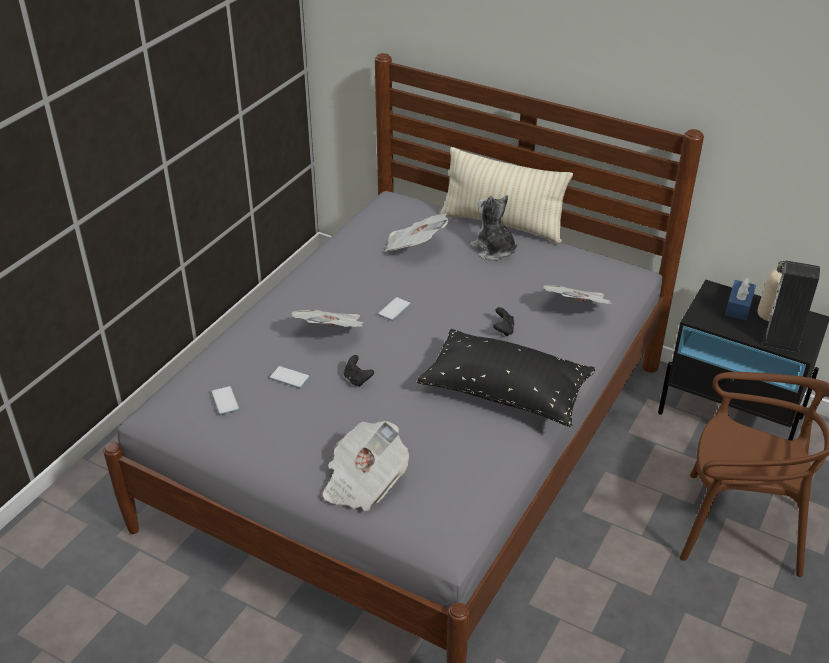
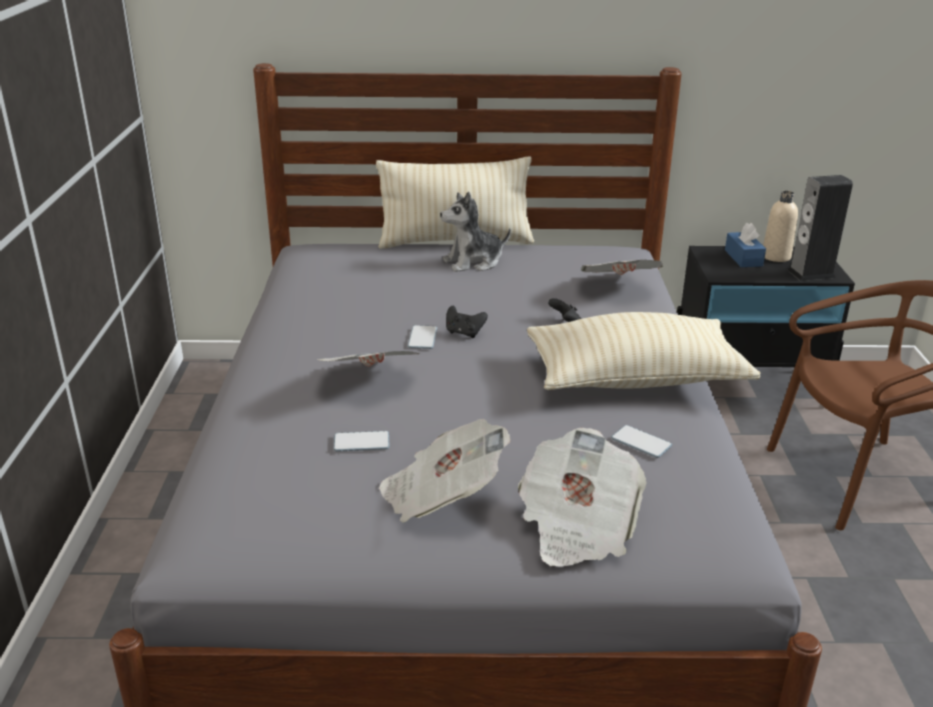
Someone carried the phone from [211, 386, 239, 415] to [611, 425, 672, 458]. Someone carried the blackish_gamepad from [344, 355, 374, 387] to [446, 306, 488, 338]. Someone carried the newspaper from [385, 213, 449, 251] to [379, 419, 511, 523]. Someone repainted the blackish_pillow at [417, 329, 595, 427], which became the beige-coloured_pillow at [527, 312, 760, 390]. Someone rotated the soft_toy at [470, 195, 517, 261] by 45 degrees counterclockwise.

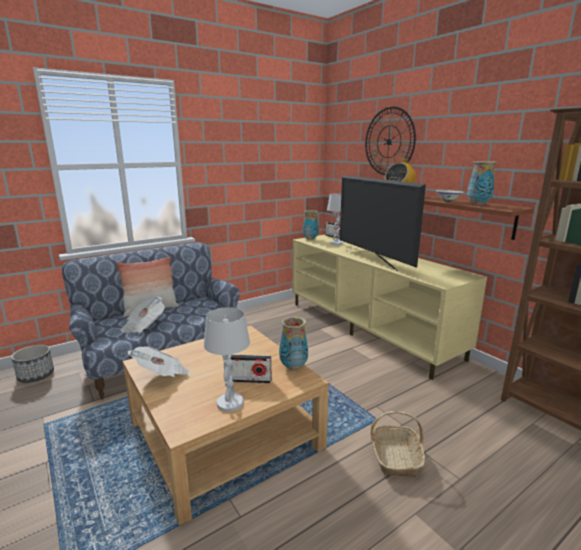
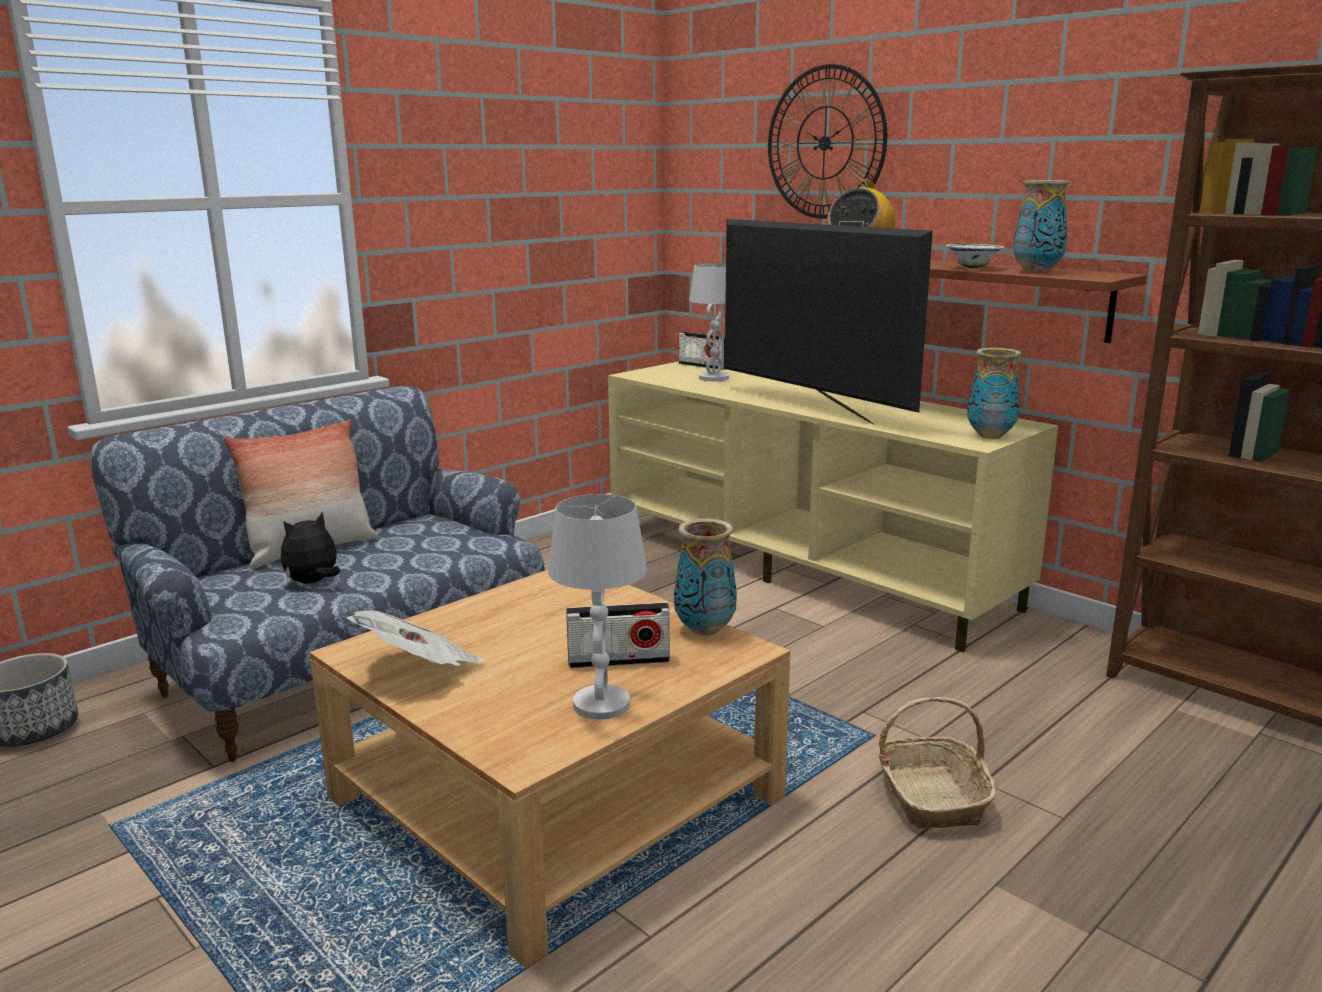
Someone carried the flower_vase from [303, 210, 319, 240] to [967, 348, 1021, 439]. Someone swapped the newspaper at [121, 297, 165, 333] for the soft_toy at [281, 511, 340, 584].

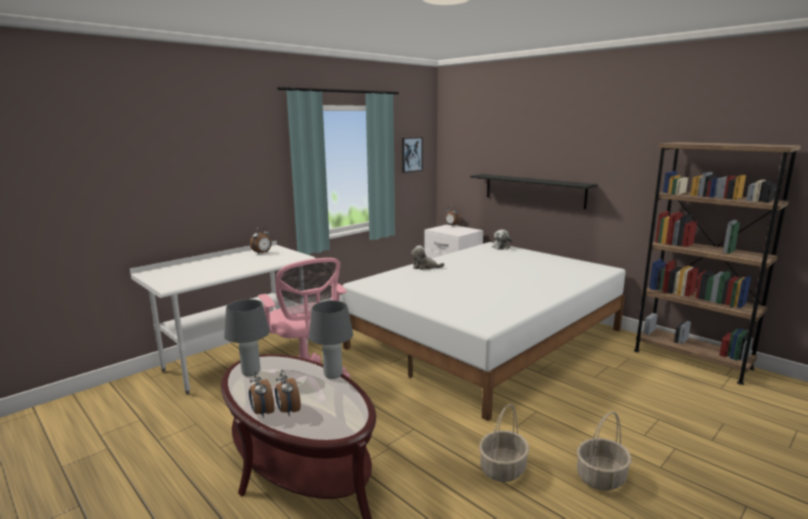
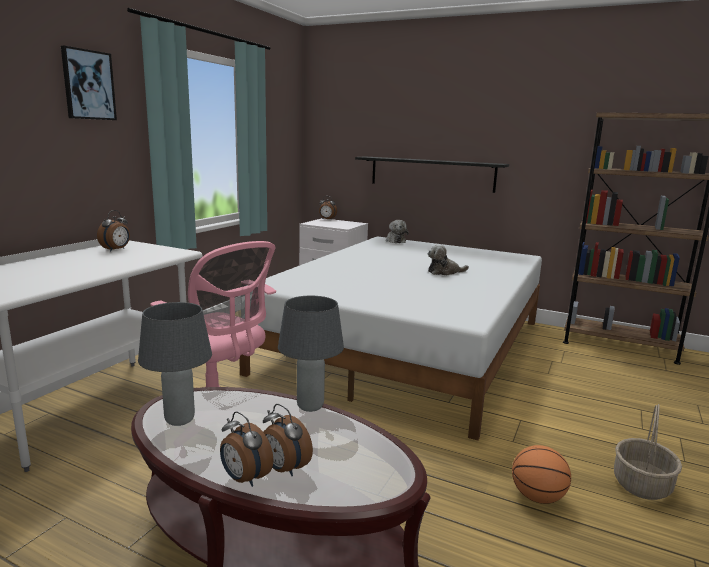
Someone carried the picture from [402, 137, 423, 173] to [61, 46, 117, 120]. Someone carried the soft_toy from [411, 245, 445, 270] to [428, 244, 469, 275]. Someone swapped the basket at [479, 404, 529, 482] for the basketball at [512, 445, 571, 504].

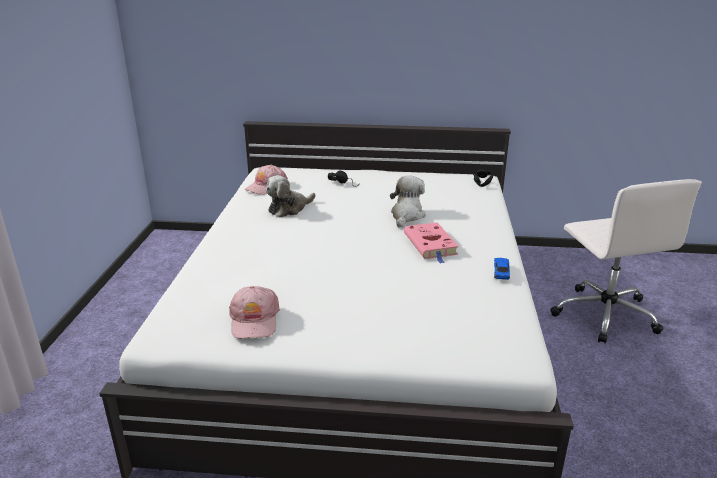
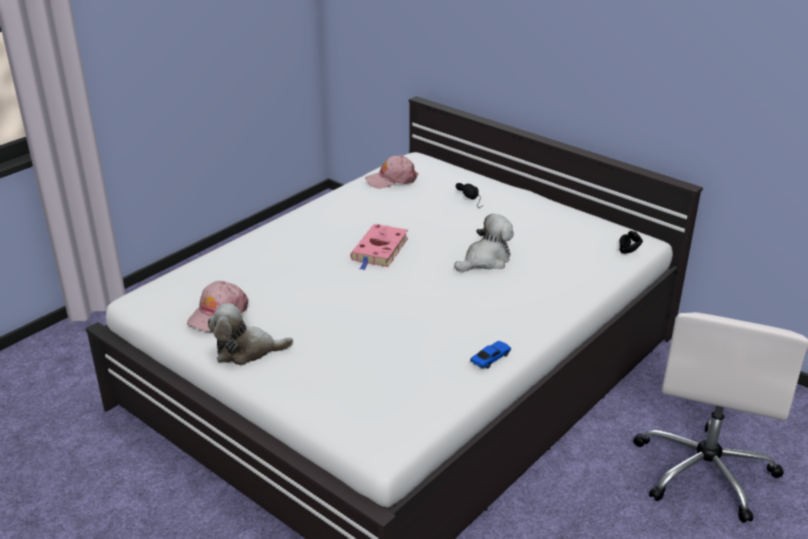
Someone carried the soft_toy from [266, 175, 316, 218] to [208, 303, 293, 365]. Someone carried the pink_book from [404, 222, 459, 264] to [350, 224, 408, 270].

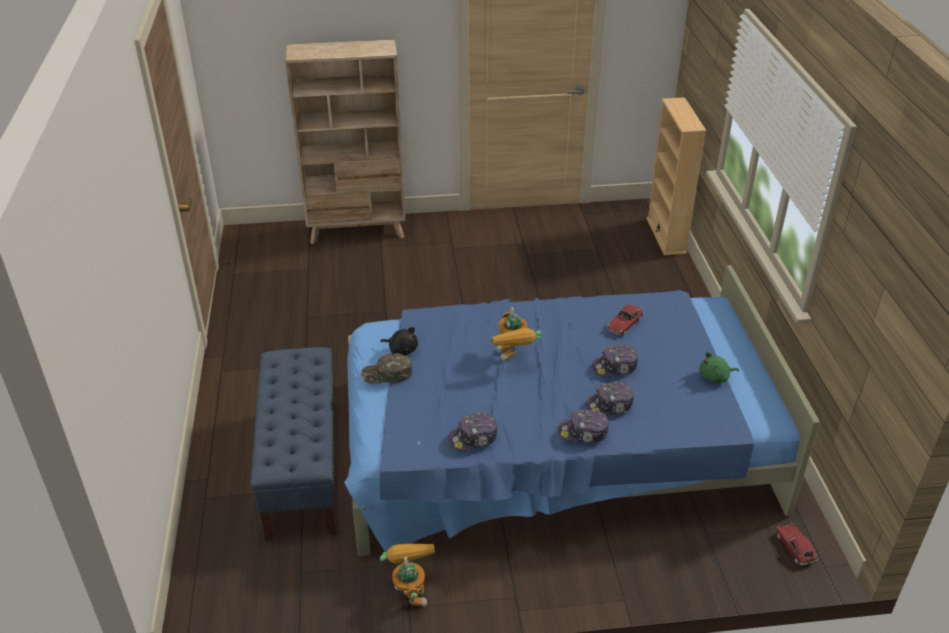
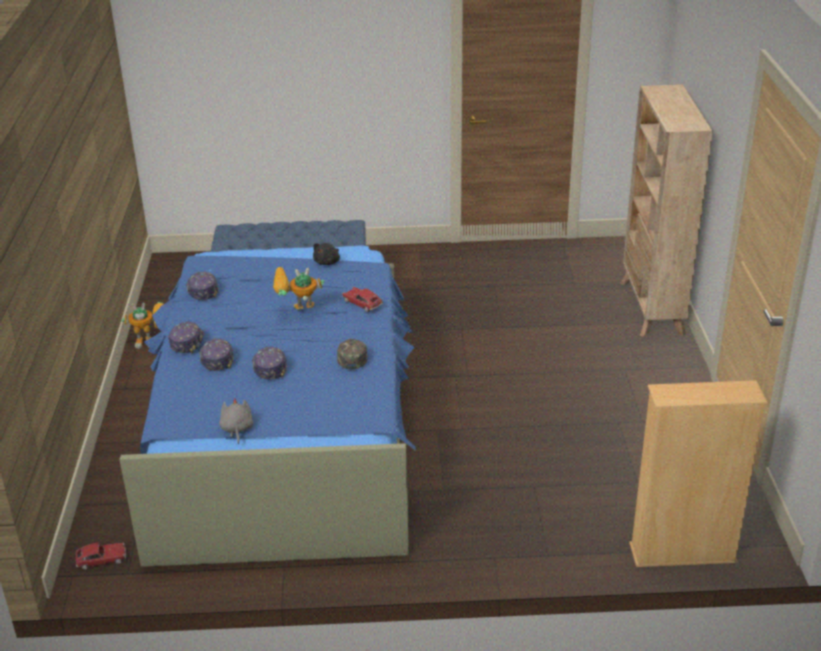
Someone carried the green-coloured_peaked_cap from [361, 353, 412, 383] to [337, 339, 368, 369]. Someone carried the toy_car from [607, 304, 643, 336] to [342, 287, 383, 312]. Someone repainted the green-coloured_soft_toy at [700, 352, 739, 383], which became the greyish_soft_toy at [219, 398, 253, 444].

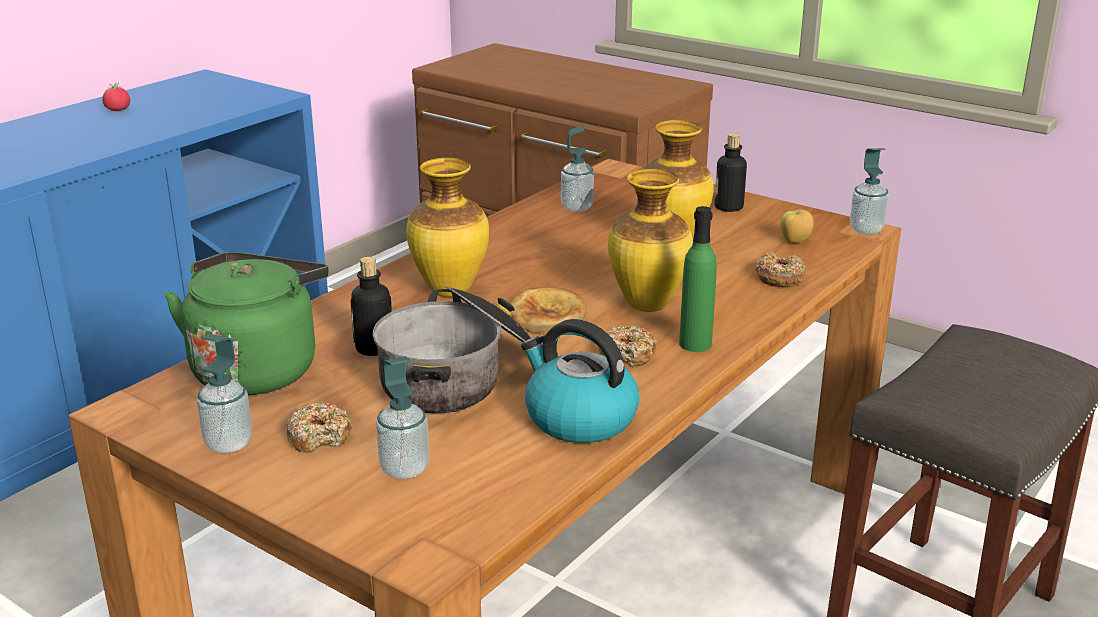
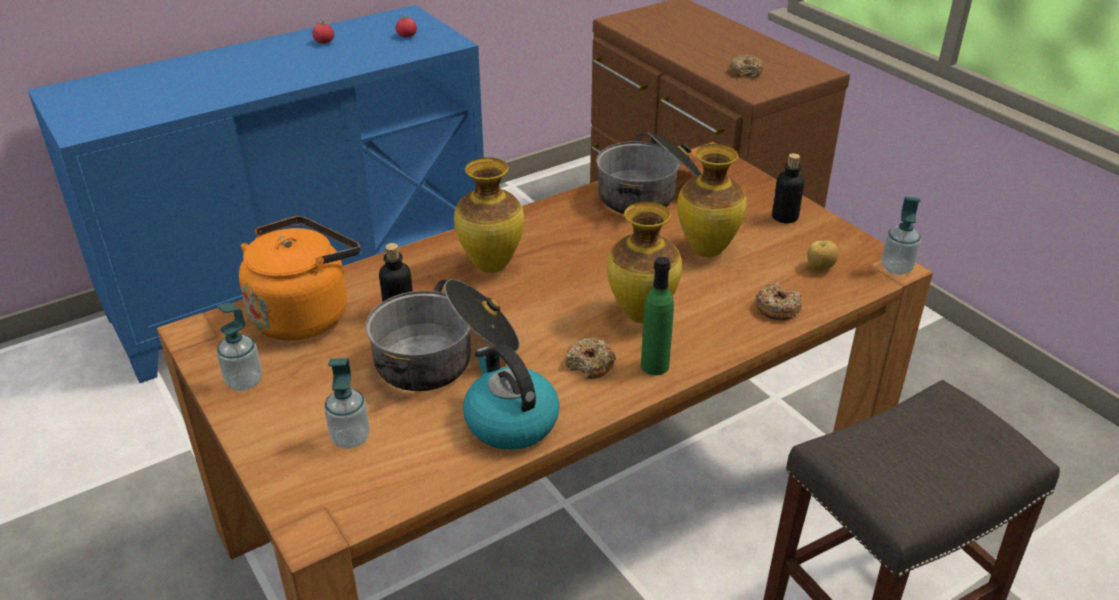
Someone took away the baked_bread at [510, 287, 587, 333]. Someone put down the whole_tomato at [396, 14, 417, 37]. Someone carried the donut from [287, 403, 352, 453] to [730, 55, 764, 78]. Someone swapped the soap_bottle at [561, 126, 594, 212] for the cooking_pot at [596, 132, 702, 214]. Someone repainted the green-coloured_kettle at [164, 252, 329, 395], which became the orange_kettle at [239, 216, 360, 340].

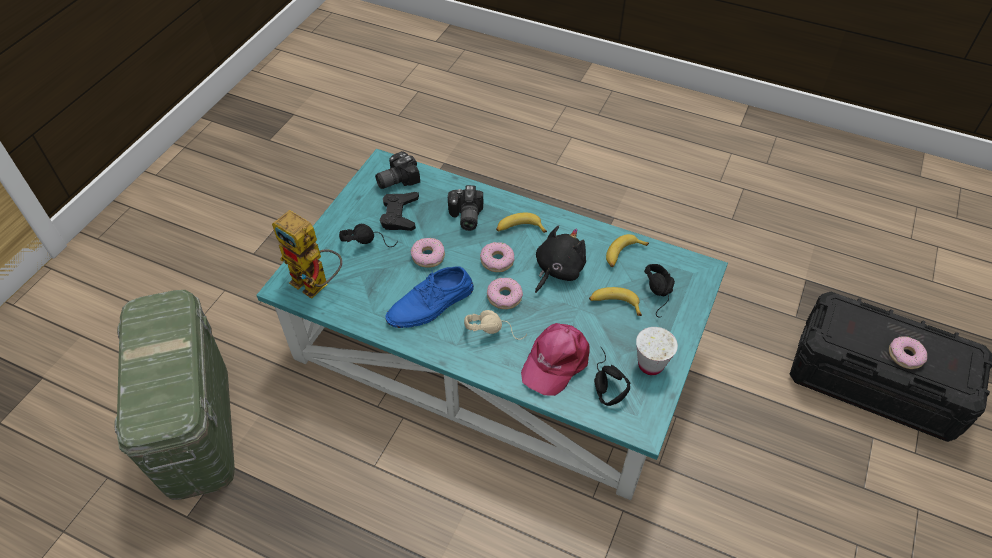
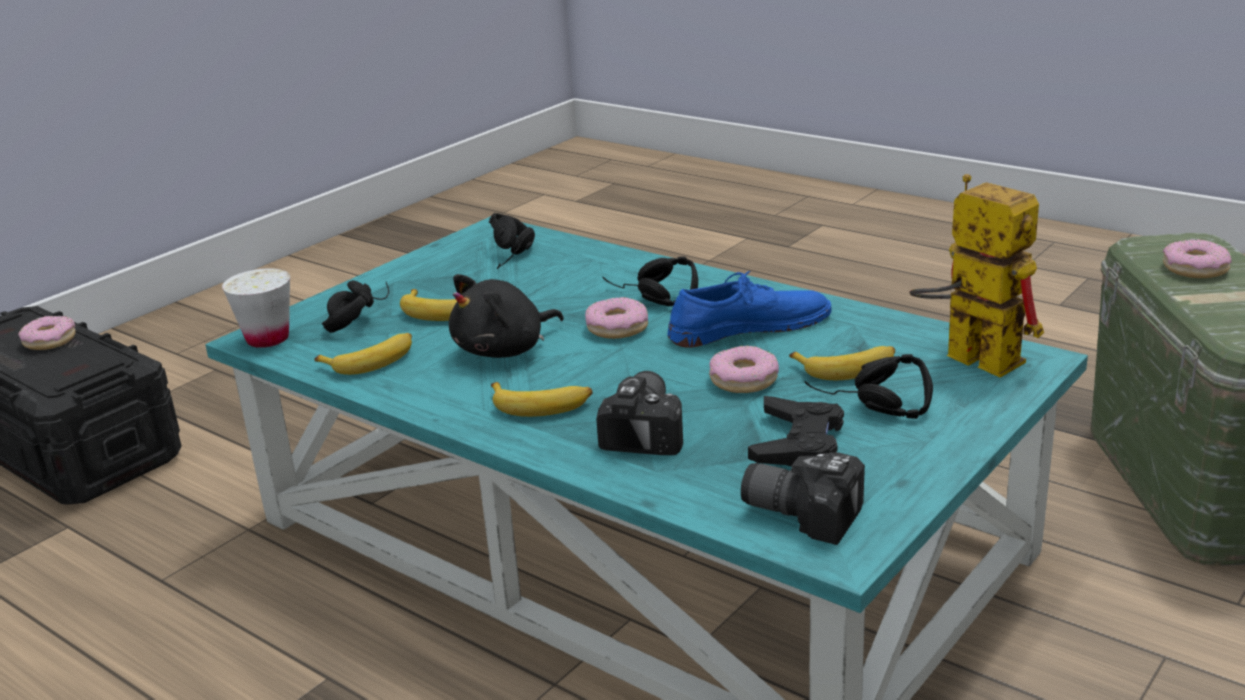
Someone took away the pink_peaked_cap at [521, 323, 590, 396]. Someone put down the banana_fruit at [789, 346, 895, 380]. Someone carried the donut from [480, 242, 514, 272] to [1163, 239, 1232, 278]. Someone carried the white-coloured_drinking_cup from [636, 327, 678, 375] to [222, 268, 290, 348]. Someone repainted the beige-coloured_pair_of_headphones at [464, 310, 527, 339], which became the blackish_pair_of_headphones at [602, 257, 698, 307]. Someone rotated the still_camera at [375, 151, 420, 189] by 135 degrees counterclockwise.

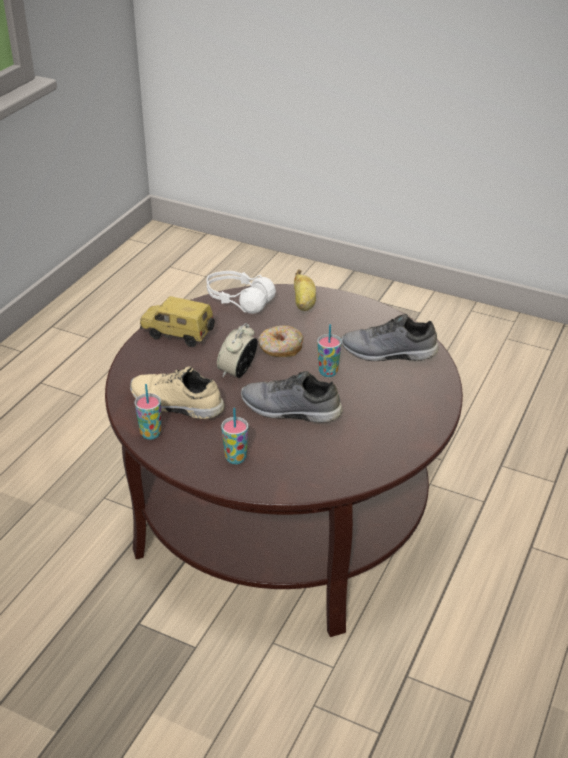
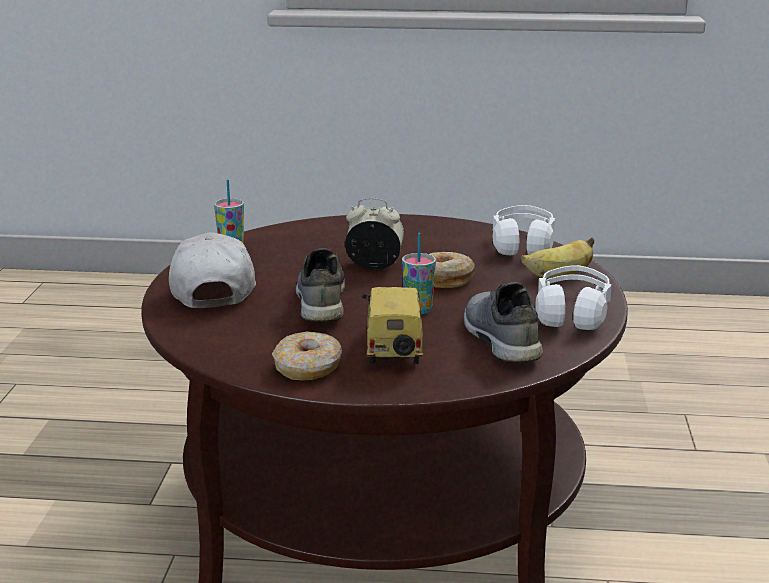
Someone took away the beige-coloured_low_shoe at [130, 366, 225, 419]. Someone put down the donut at [272, 332, 342, 380]. Someone put down the white-coloured_pair_of_headphones at [535, 265, 612, 330]. Someone carried the toy_car from [140, 296, 215, 347] to [362, 287, 424, 364]. Someone swapped the drinking_cup at [221, 408, 248, 464] for the white-coloured_peaked_cap at [169, 232, 256, 308].

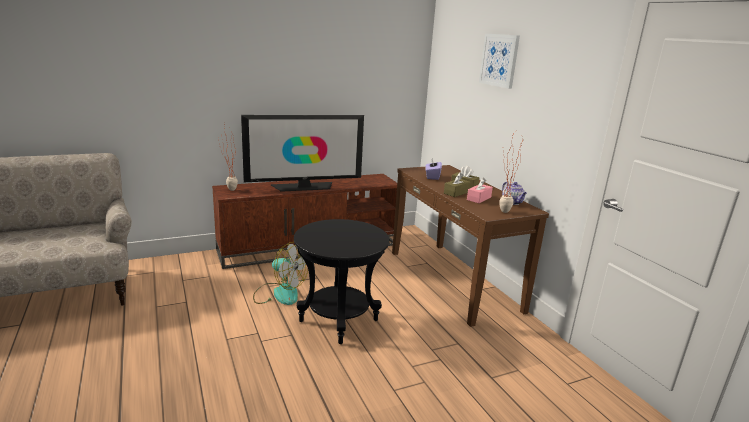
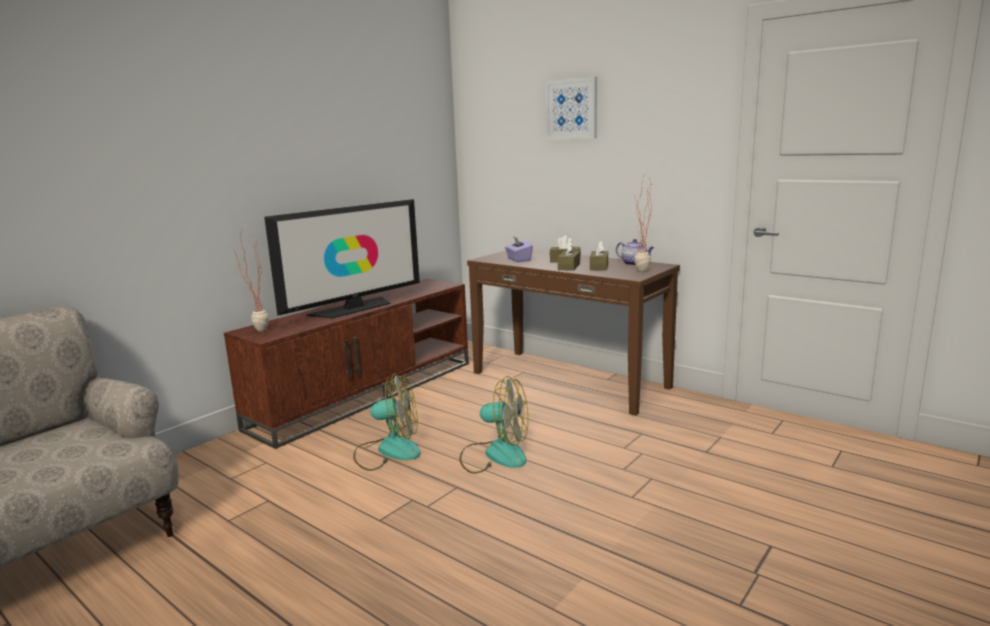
Someone swapped the blackish_accent_table at [294, 219, 390, 344] for the cooling_fan at [459, 376, 528, 474]. Someone repainted the pink_tissue_box at [467, 178, 493, 203], which became the brownish_tissue_box at [590, 241, 608, 270].

